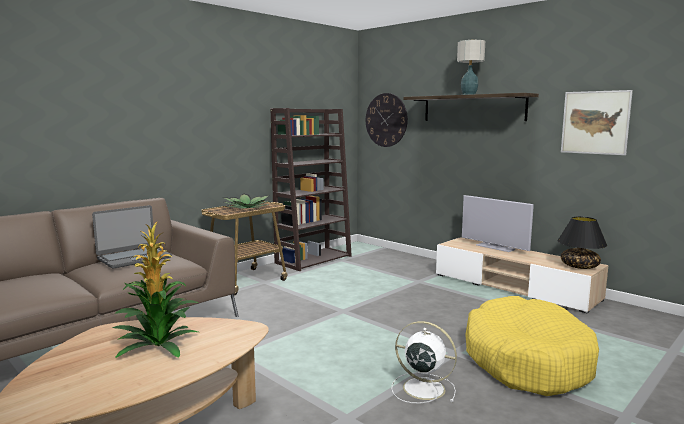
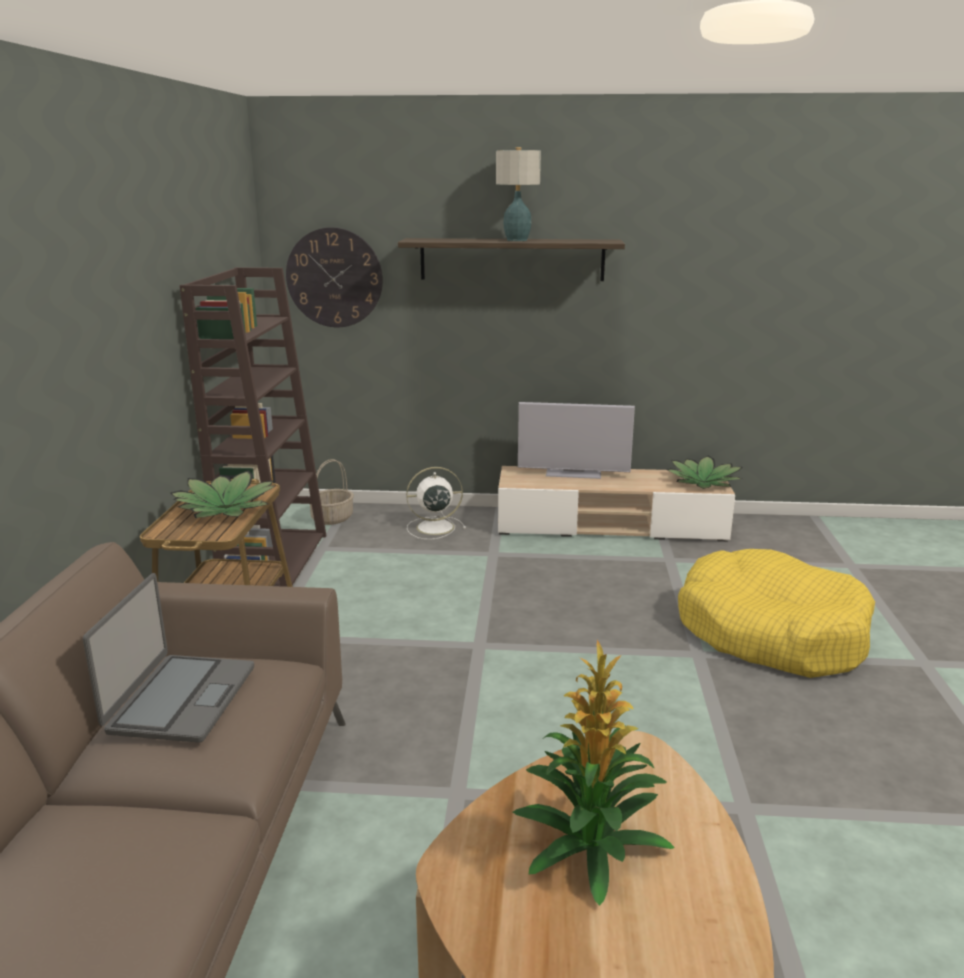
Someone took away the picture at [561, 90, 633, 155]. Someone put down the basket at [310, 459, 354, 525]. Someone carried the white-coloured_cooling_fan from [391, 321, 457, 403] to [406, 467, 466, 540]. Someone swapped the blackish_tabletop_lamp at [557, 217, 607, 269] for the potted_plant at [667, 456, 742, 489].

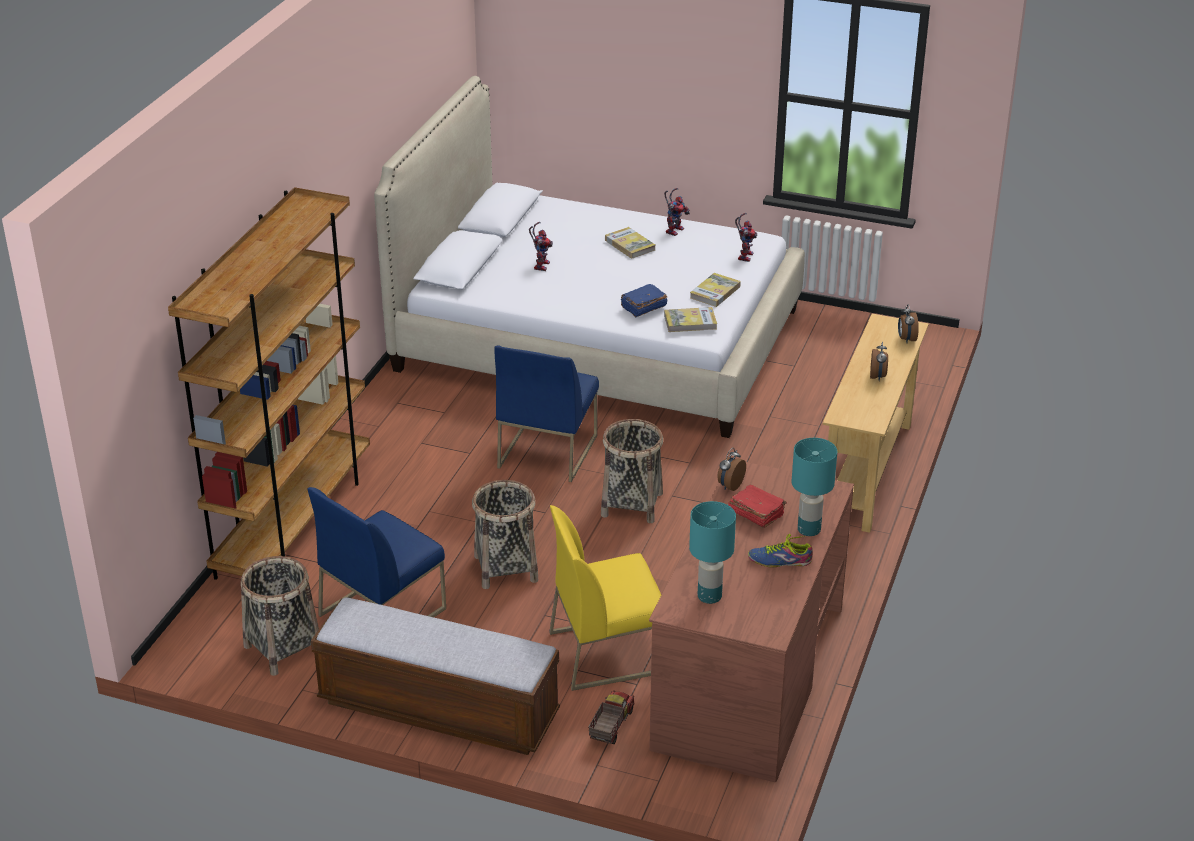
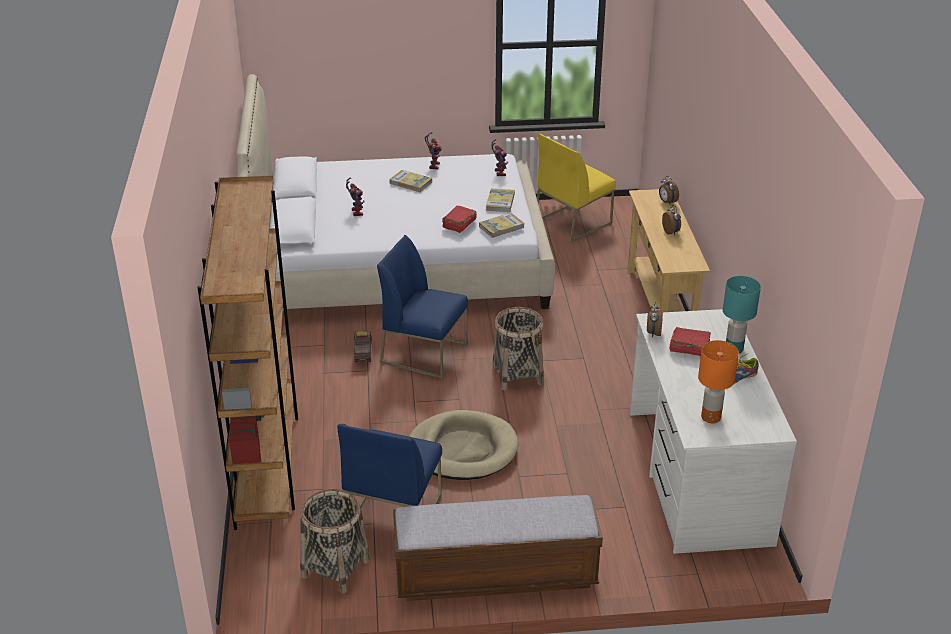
Someone carried the yellow_plain_chair from [549, 505, 661, 691] to [537, 133, 616, 243]. Someone carried the toy_lorry from [588, 690, 634, 744] to [354, 330, 372, 362]. Someone swapped the basket at [472, 480, 538, 589] for the beige-coloured_dog_bed at [409, 410, 518, 480]. Someone repainted the blue_book at [621, 284, 668, 317], which became the reddish_book at [442, 206, 477, 233]. Someone repainted the brownish_desk_unit at [649, 462, 854, 783], which became the white-coloured_desk_unit at [630, 309, 797, 554]. Someone repainted the turquoise_tabletop_lamp at [689, 501, 736, 604], which became the orange_tabletop_lamp at [698, 340, 739, 423]. Someone rotated the blue_plain_chair at [494, 346, 599, 482] by 120 degrees clockwise.

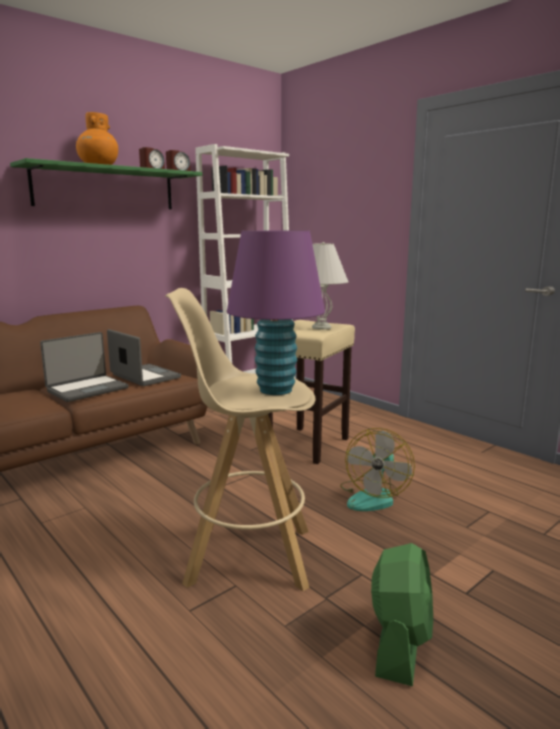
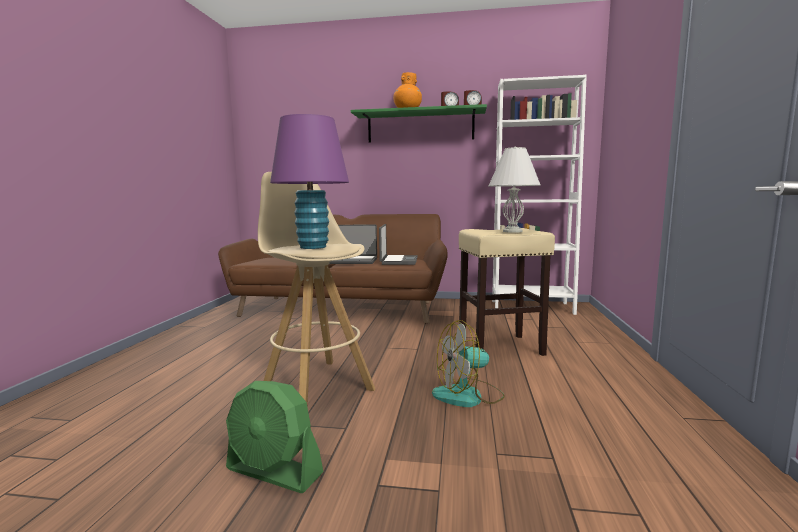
Someone rotated the green-coloured_cooling_fan at [371, 543, 433, 686] by 45 degrees clockwise.

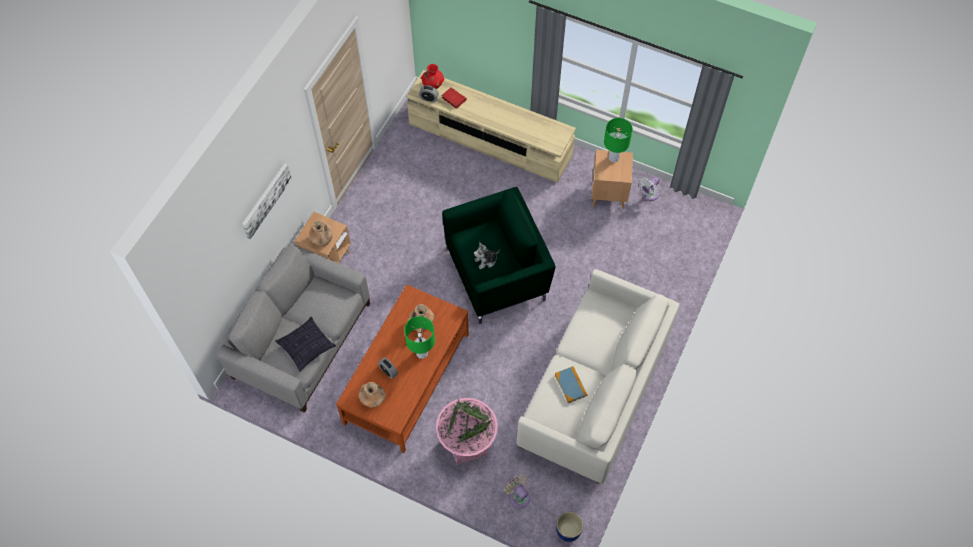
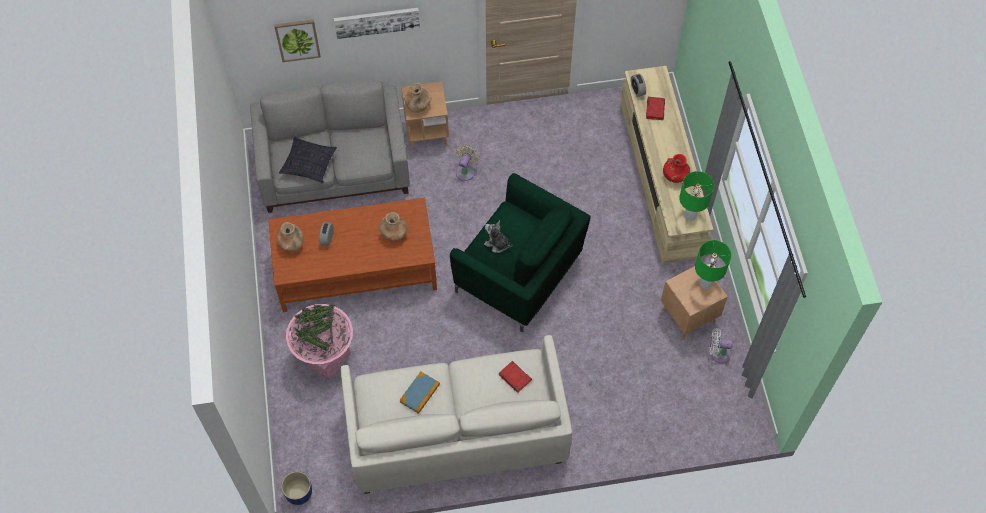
Someone put up the picture at [274, 20, 321, 62]. Someone put down the reddish_book at [499, 361, 532, 393]. Someone carried the green-coloured_tabletop_lamp from [404, 316, 435, 359] to [679, 171, 714, 221]. Someone carried the reddish_flower_vase from [421, 64, 444, 89] to [663, 154, 690, 183]. Someone carried the beige-coloured_cooling_fan from [504, 474, 530, 508] to [456, 144, 480, 181].

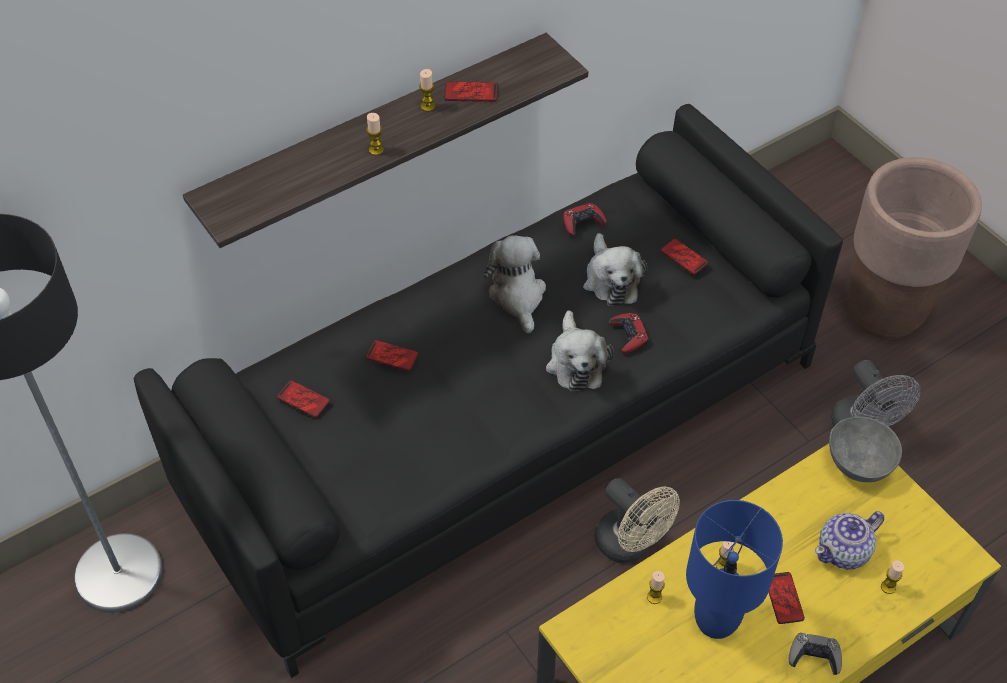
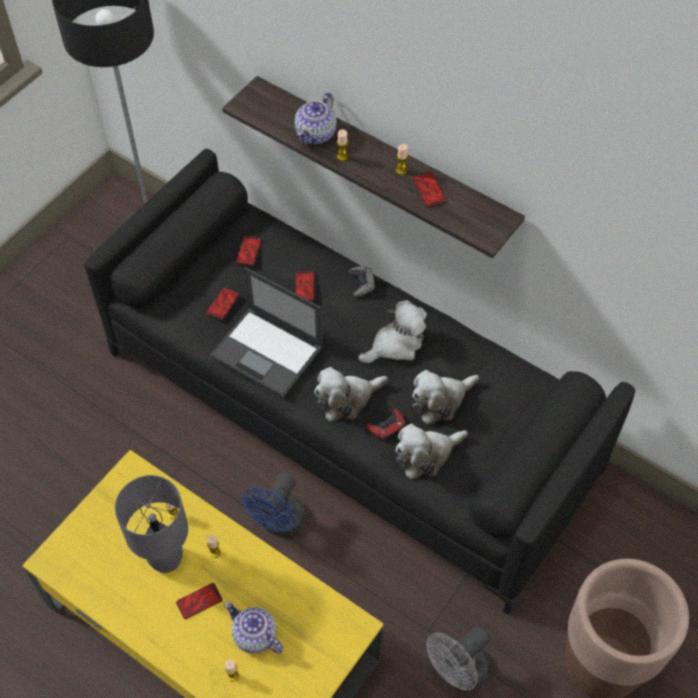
Someone took away the reddish_gamepad at [563, 203, 607, 236]. Someone took away the greyish_deep_dish at [829, 417, 902, 482]. Someone put down the laptop at [210, 267, 323, 398]. Someone put down the tea_pot at [294, 92, 337, 145]. Someone put down the soft_toy at [396, 424, 468, 479]. Someone carried the phone from [660, 239, 709, 275] to [206, 287, 239, 321]. Someone carried the greyish_gamepad from [789, 633, 842, 675] to [349, 266, 375, 297]. Someone repainted the beige-coloured_cooling_fan at [594, 478, 680, 563], which became the blue_cooling_fan at [242, 472, 305, 537]. Someone repainted the blue_tabletop_lamp at [686, 500, 783, 639], which became the greyish_tabletop_lamp at [115, 475, 188, 573].

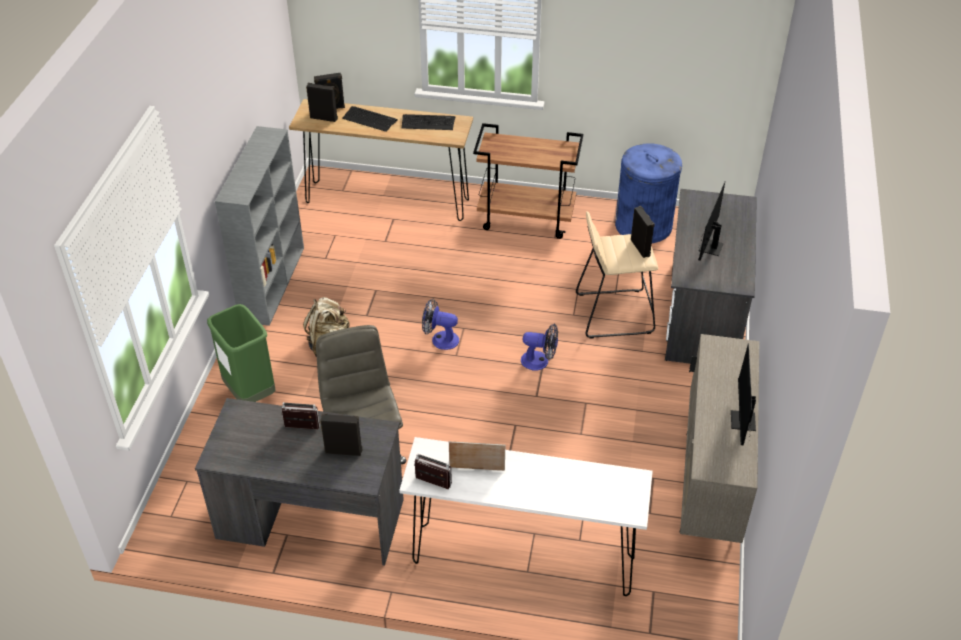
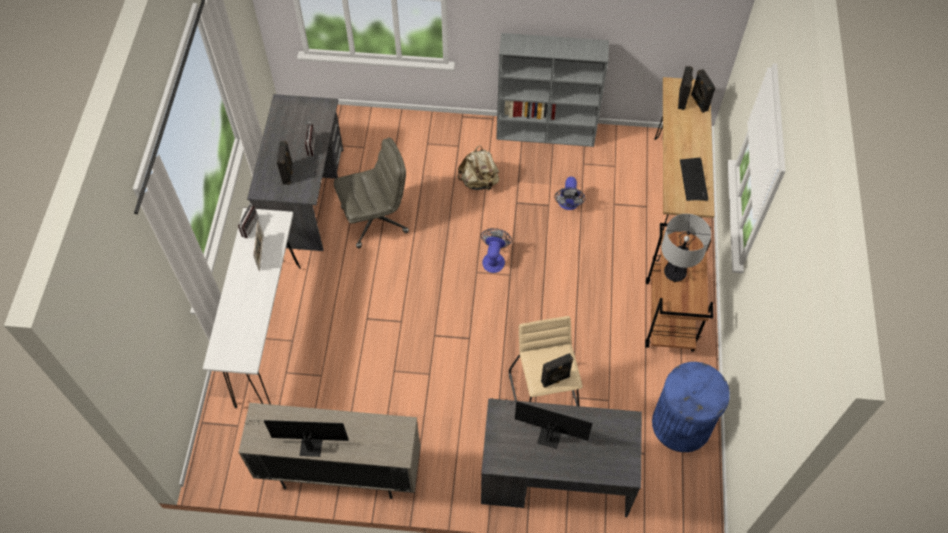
Someone took away the green-coloured_rubbish_bin at [207, 304, 276, 402]. Someone took away the PC_keyboard at [342, 106, 398, 132]. Someone put down the tabletop_lamp at [661, 214, 711, 282]. Someone carried the cooling_fan from [521, 324, 558, 371] to [555, 177, 585, 210].

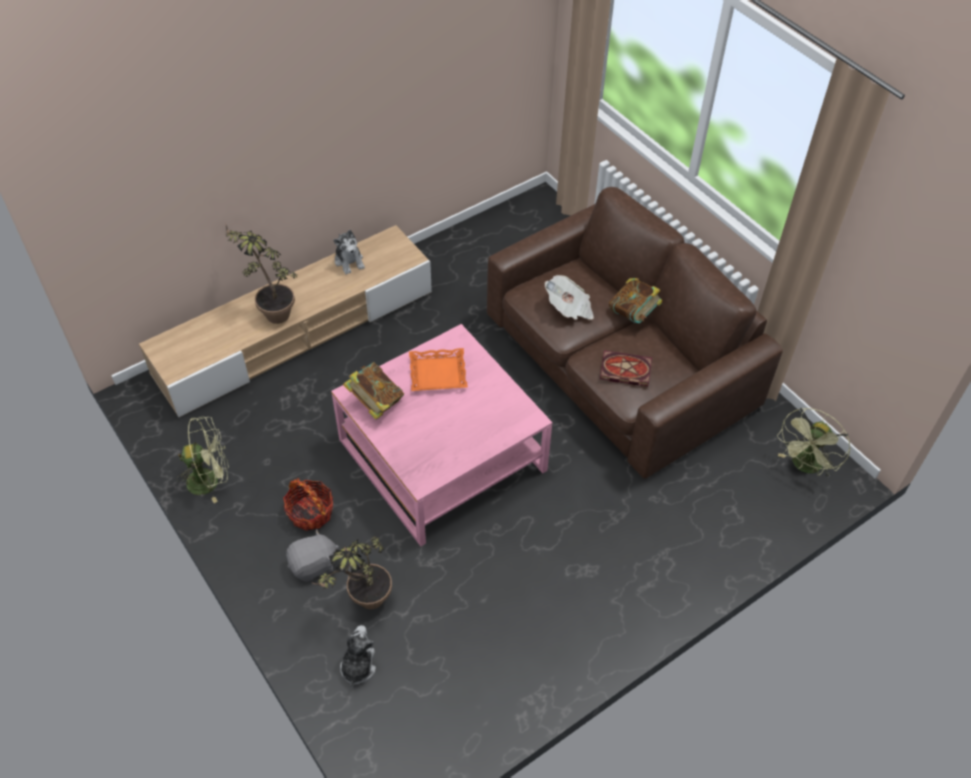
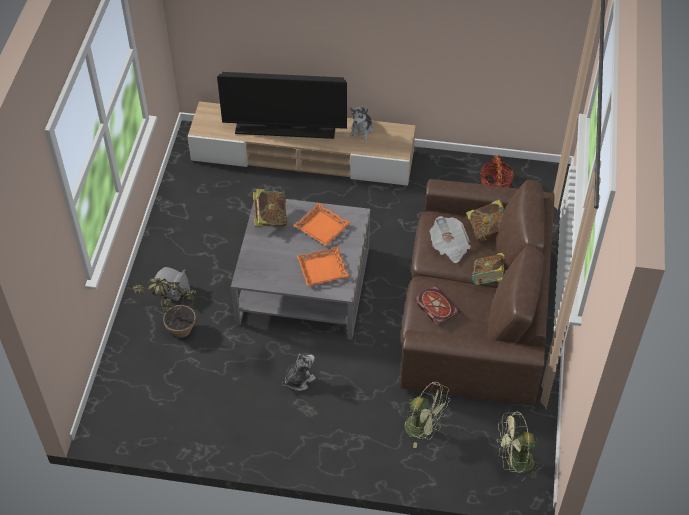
Someone put down the orange_tray at [297, 247, 349, 286]. Someone put down the book at [466, 199, 504, 242]. Someone carried the green-coloured_cooling_fan from [176, 416, 229, 503] to [403, 381, 450, 448]. Someone carried the basket from [283, 478, 333, 531] to [480, 155, 514, 188]. Someone carried the soft_toy from [340, 625, 376, 688] to [282, 354, 316, 391]. Someone swapped the potted_plant at [225, 222, 298, 324] for the TV at [217, 72, 347, 139]. Someone repainted the pink_low_table at [331, 324, 552, 546], which became the greyish_low_table at [231, 199, 370, 340].

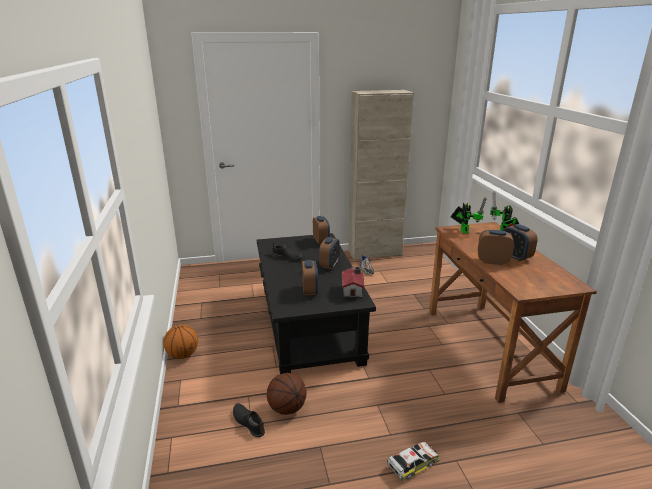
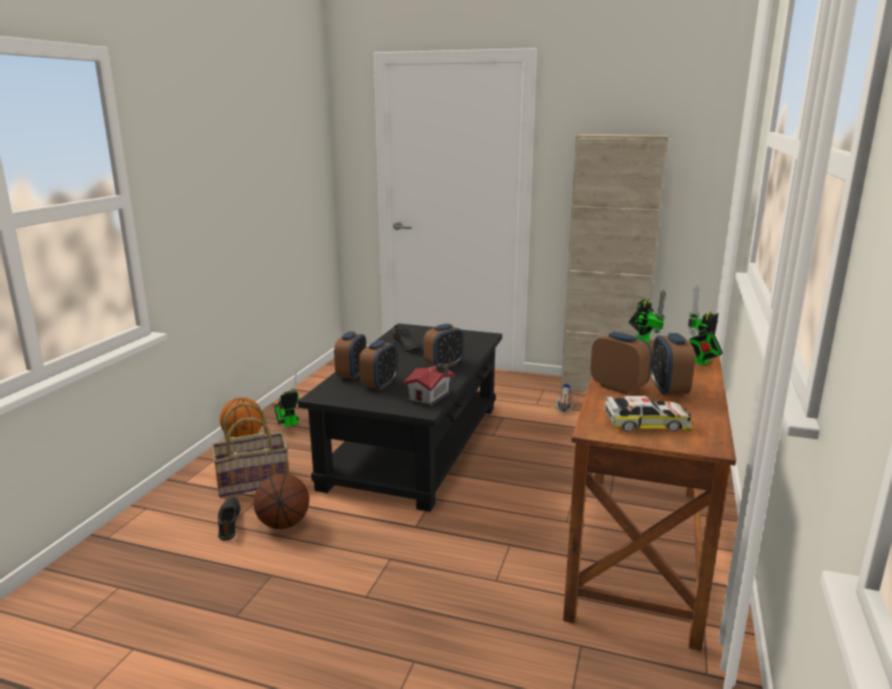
Someone put down the basket at [211, 403, 289, 497]. Someone put down the toy_robot at [274, 370, 300, 427]. Someone carried the alarm_clock from [313, 216, 330, 244] to [334, 331, 367, 379]. Someone carried the toy_car from [387, 442, 440, 481] to [605, 396, 693, 432].

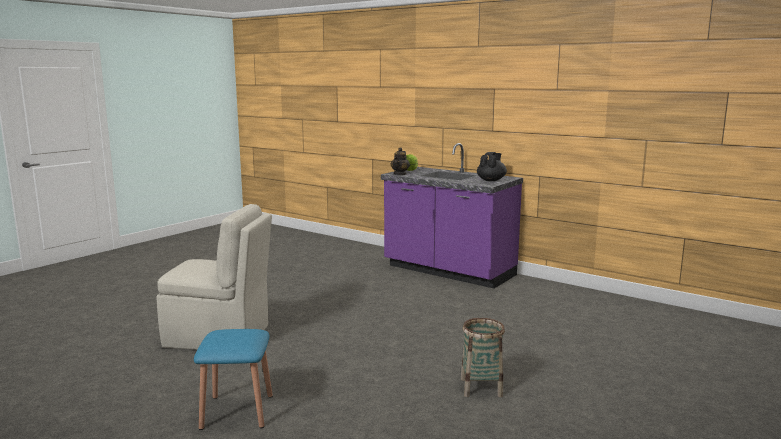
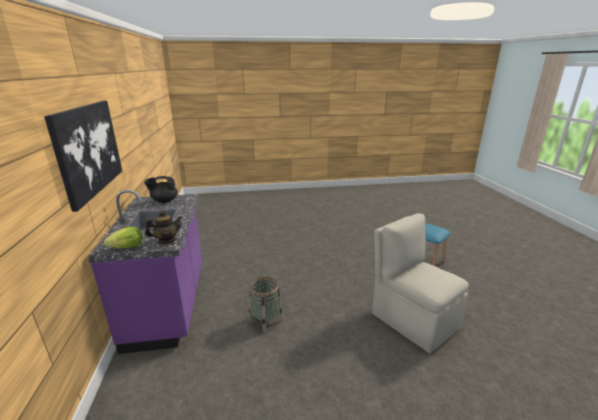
Someone put up the picture at [44, 101, 122, 212]. Someone carried the basket from [461, 318, 505, 397] to [249, 277, 283, 333].

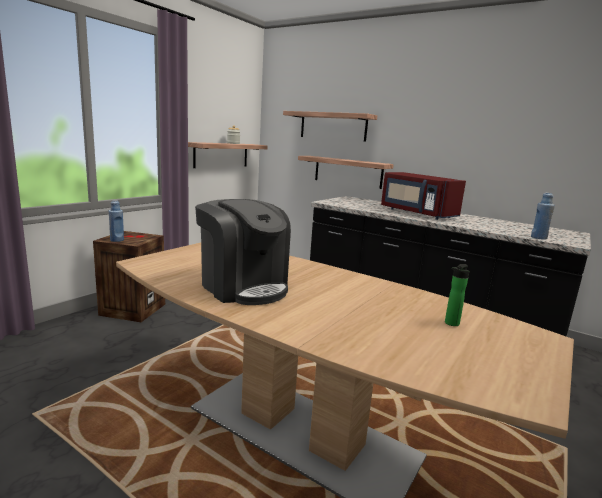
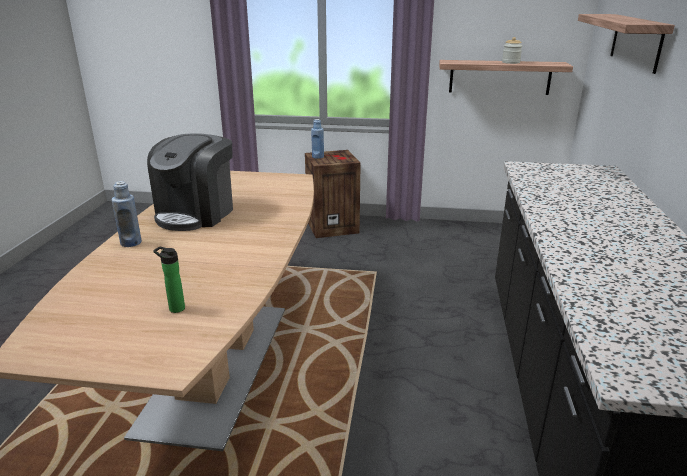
Someone took away the shelf at [298, 156, 394, 189]. Someone took away the reddish_microwave at [381, 172, 466, 220]. Someone carried the blue_beverage_bottle from [531, 193, 555, 240] to [112, 181, 142, 247].

